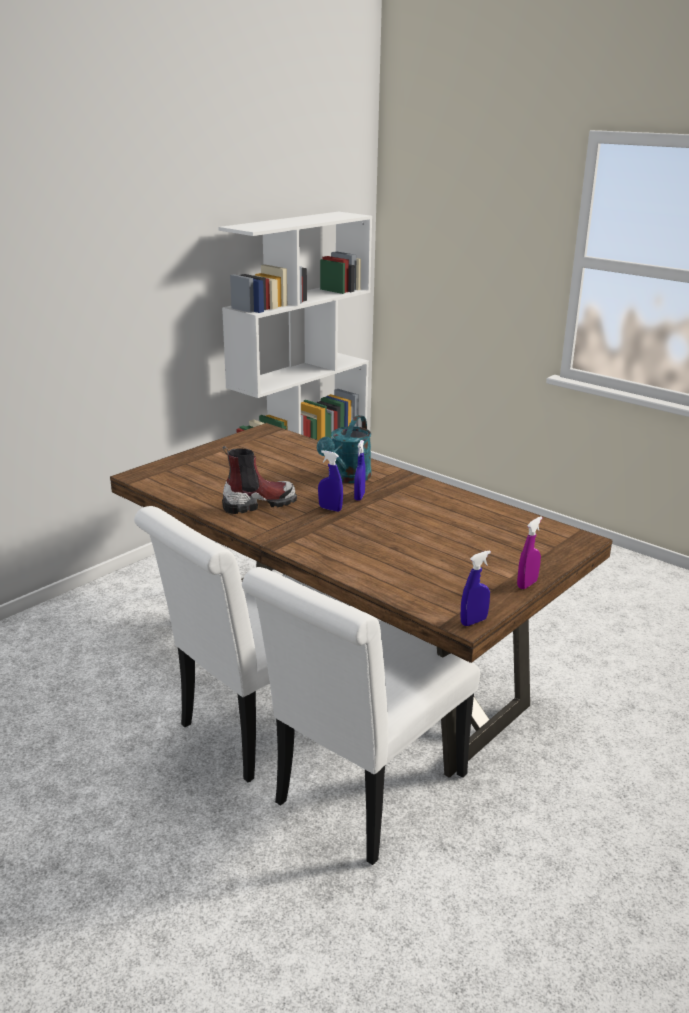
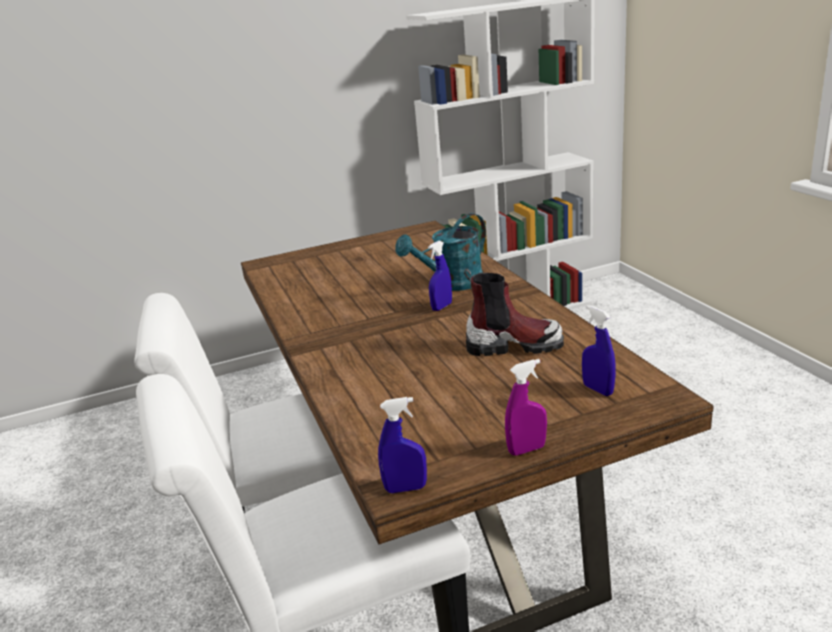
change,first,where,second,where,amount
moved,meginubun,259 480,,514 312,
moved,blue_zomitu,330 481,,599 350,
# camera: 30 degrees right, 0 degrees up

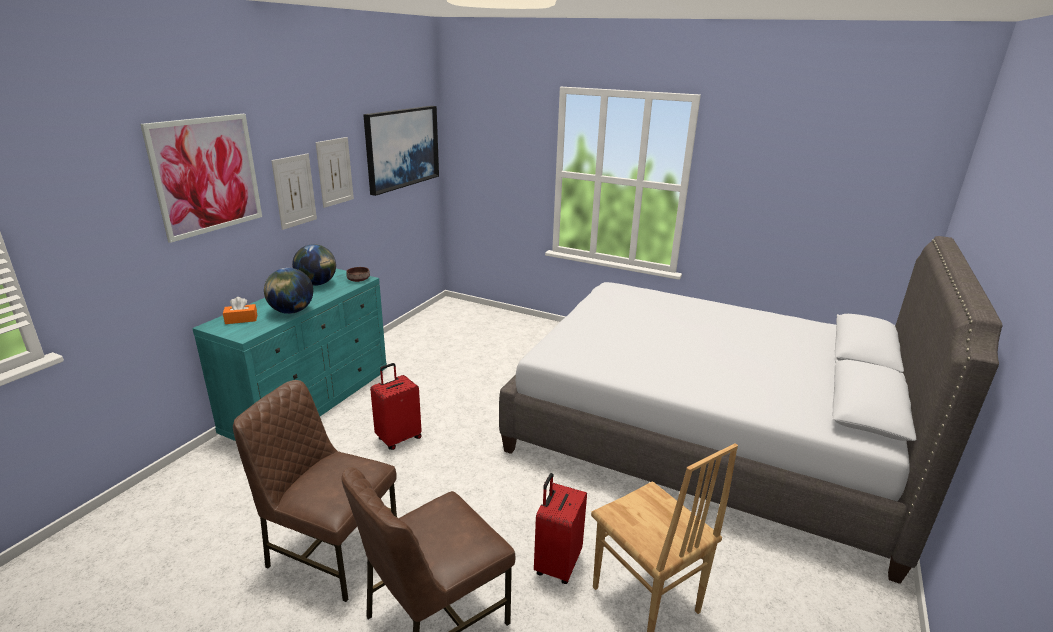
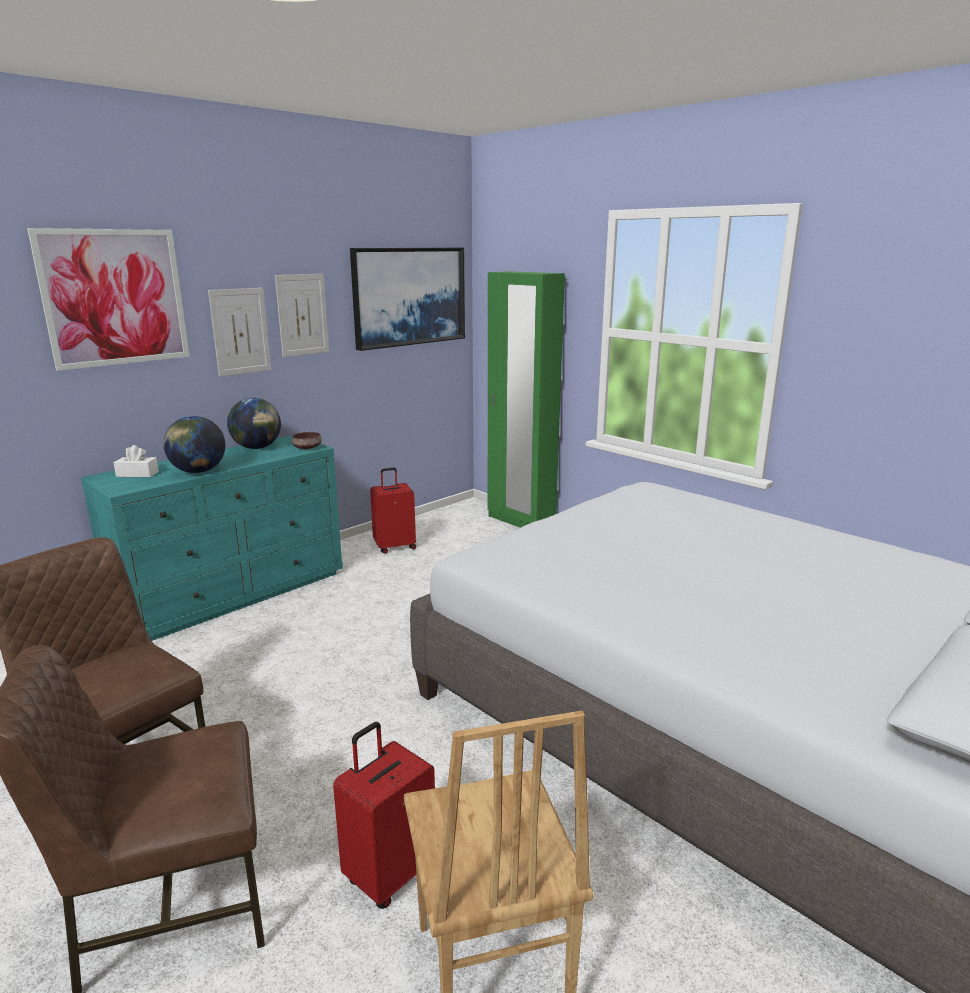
change,first,where,second,where,amount
added,,,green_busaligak,526 399,
moved,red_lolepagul,396 406,,393 510,
recoloured,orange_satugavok,240 310,white_satugavok,136 461,
# camera: 20 degrees right, 5 degrees down

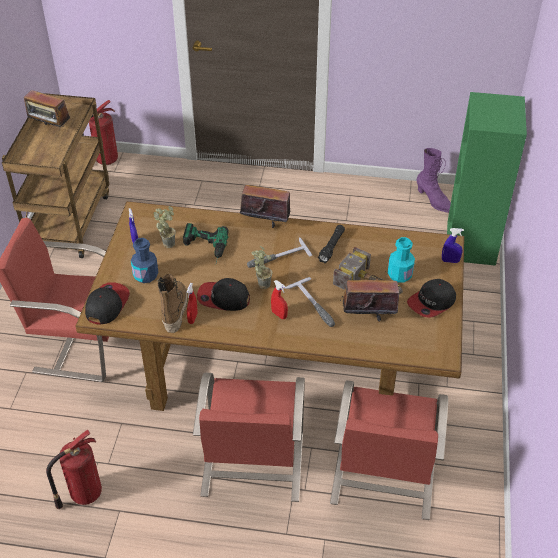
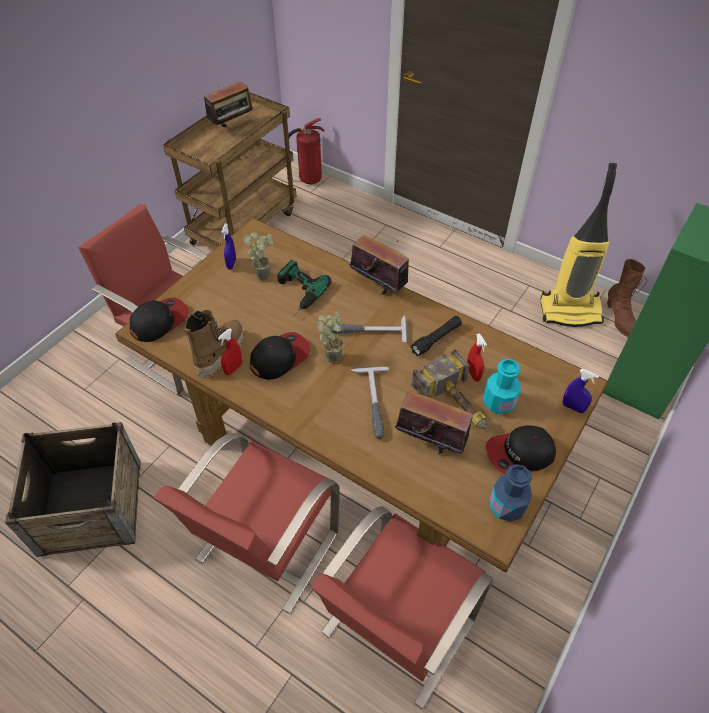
change,first,where,second,where,amount
added,,,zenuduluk,578 245,
moved,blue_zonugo,144 260,,510 493,
moved,red_zomitu,279 299,,477 358,
replaced,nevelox,74 469,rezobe,73 489,
recoloured,purple_meginubun,433 180,brown_meginubun,627 298,
turned,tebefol,47 109,,229 105,90 degrees counterclockwise
turned,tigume,223 294,,280 356,105 degrees clockwise
# camera: 25 degrees right, 5 degrees up

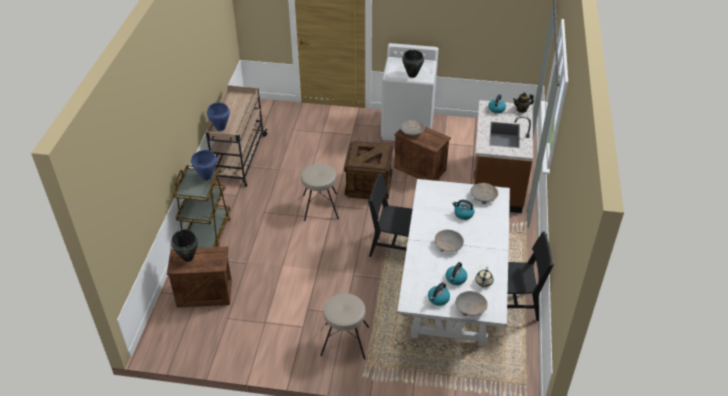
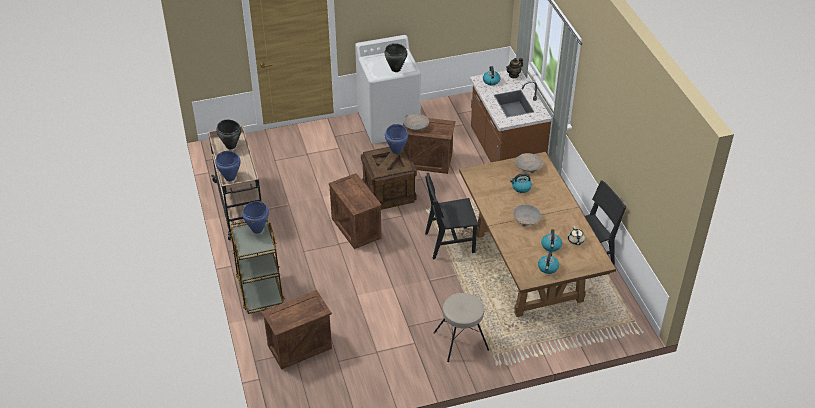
change,first,where,second,where,amount
removed,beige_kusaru,471 303,,,
added,,,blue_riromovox,396 139,
moved,black_riromovox,184 245,,228 134,
replaced,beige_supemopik,320 192,rezobe,355 211,
recoloured,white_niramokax,453 262,brown_niramokax,537 234,
# camera: 25 degrees left, 0 degrees up

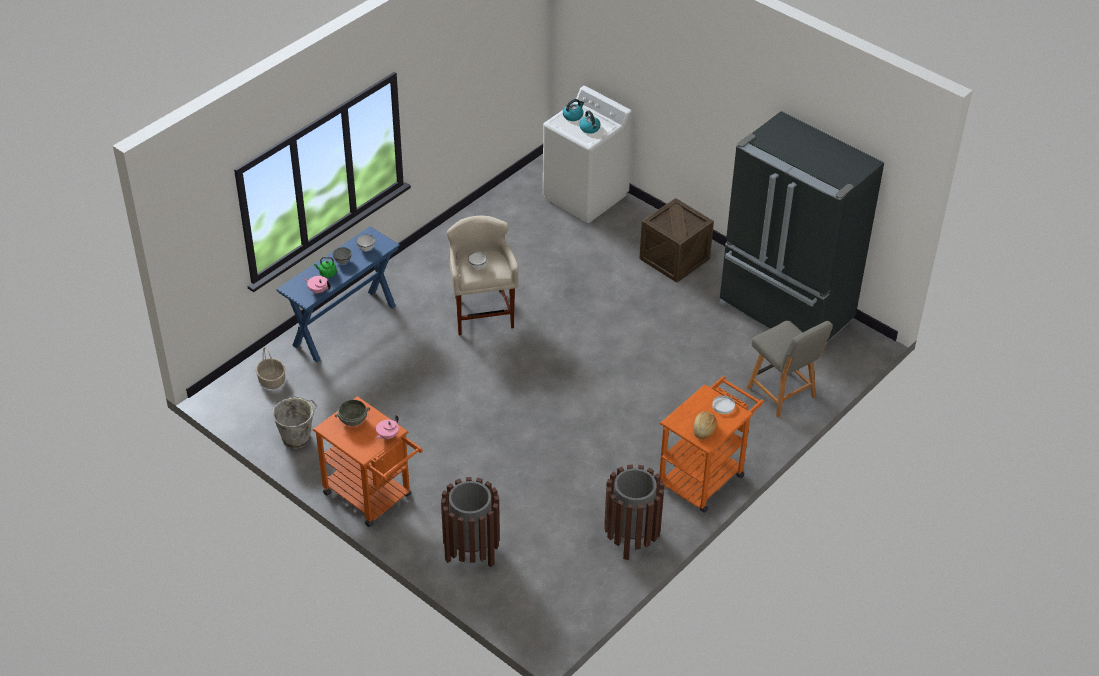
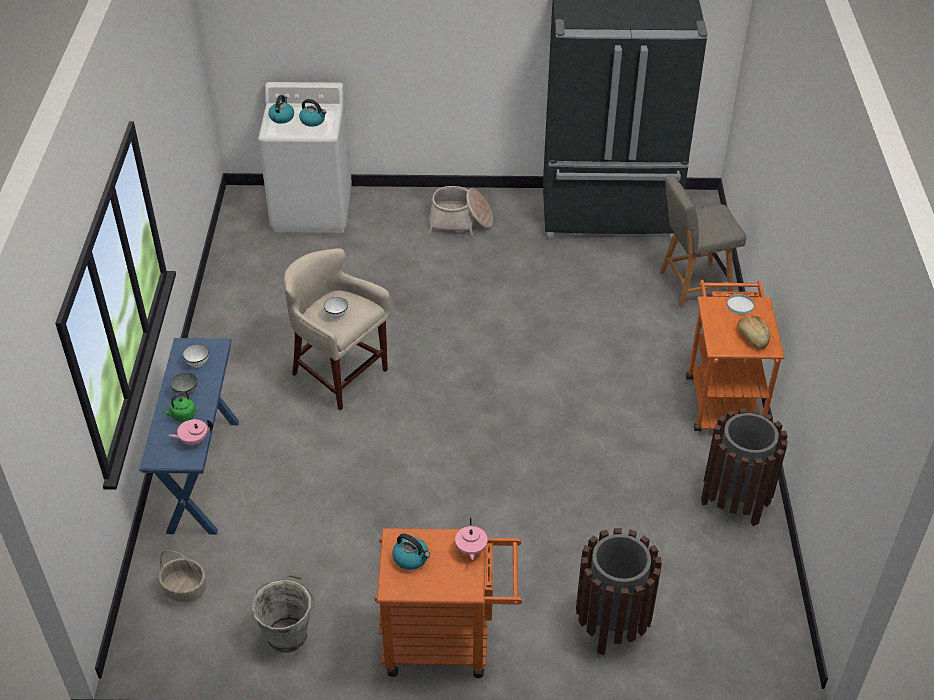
change,first,where,second,where,amount
replaced,grey_kusaru,352 413,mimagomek,411 552,
replaced,rezobe,676 240,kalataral,460 210,
turned,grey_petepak,790 369,,703 241,150 degrees clockwise
# camera: 40 degrees left, 0 degrees up

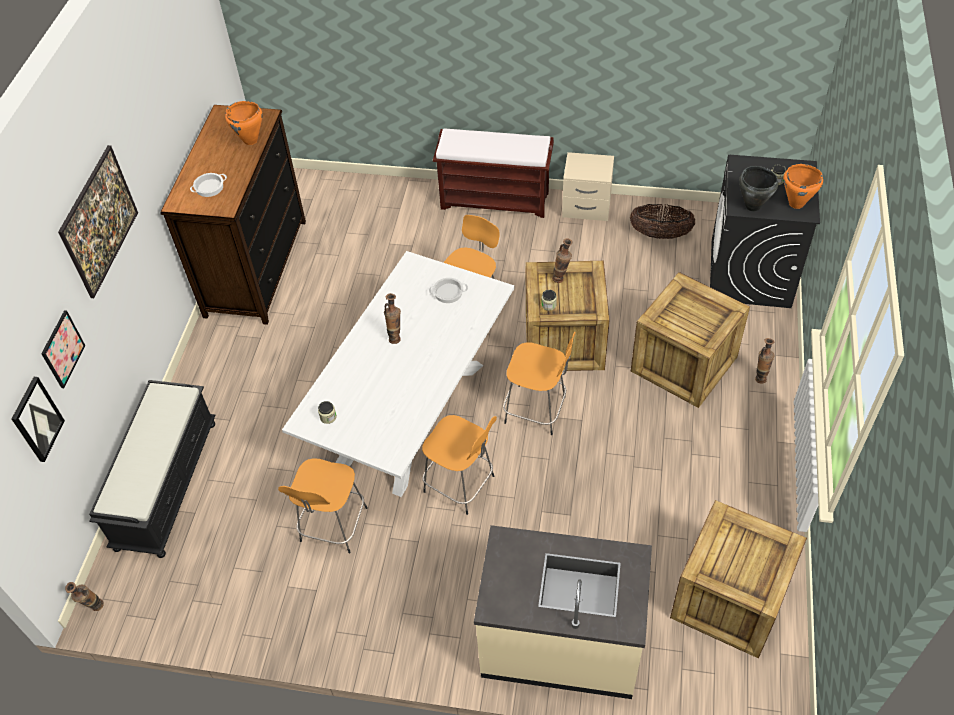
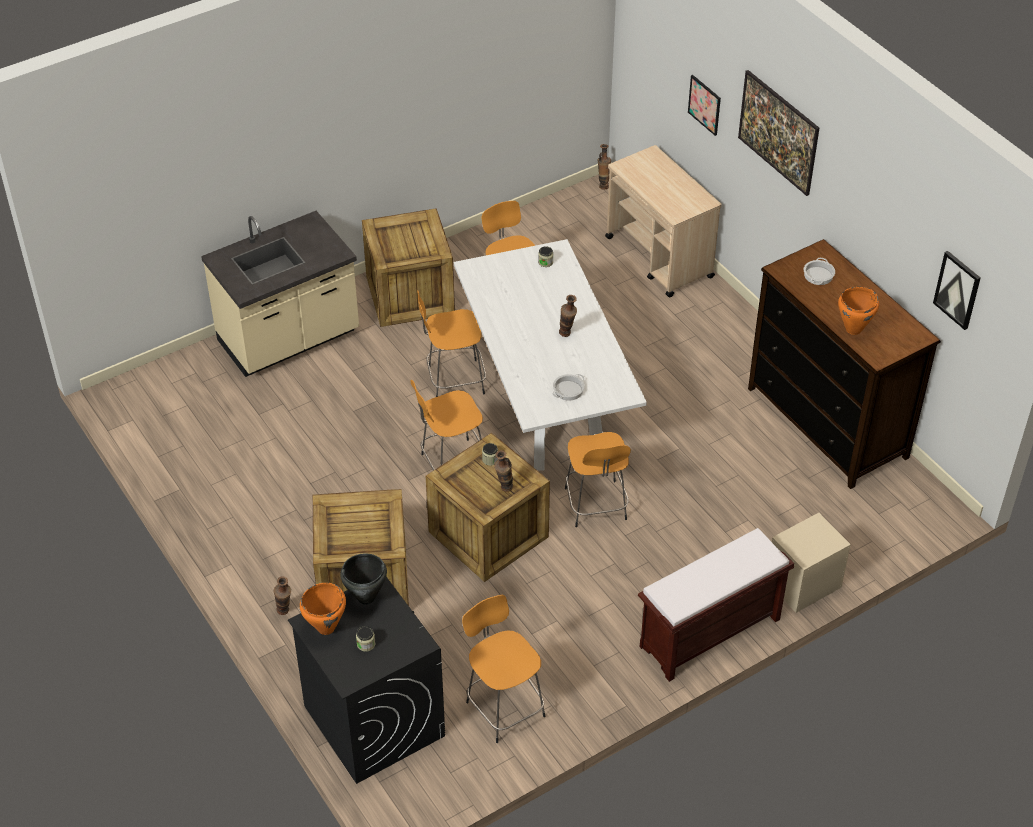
change,first,where,second,where,amount
moved,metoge,38 419,,957 290,
moved,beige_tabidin,588 186,,811 563,
moved,rezobe,738 579,,408 267,
replaced,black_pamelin,152 469,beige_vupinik,663 221,
replaced,kalataral,662 221,orange_supemopik,503 669,
# camera: 135 degrees right, 5 degrees down

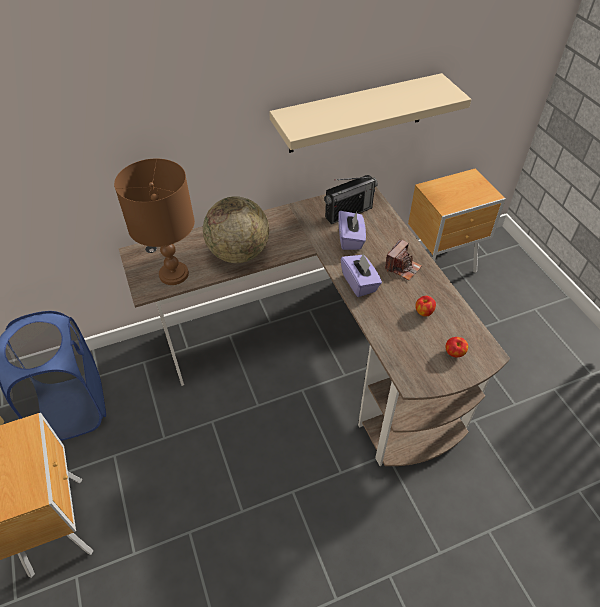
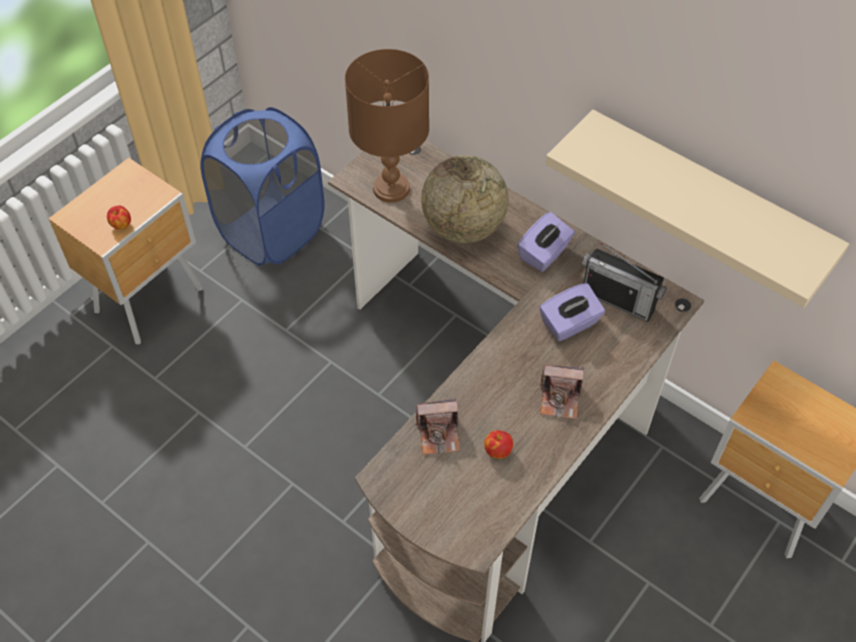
change,first,where,second,where,amount
added,,,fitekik,438 426,
moved,purple_satugavok,361 275,,546 242,
moved,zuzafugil,456 347,,119 217,
# camera: 60 degrees right, 5 degrees up

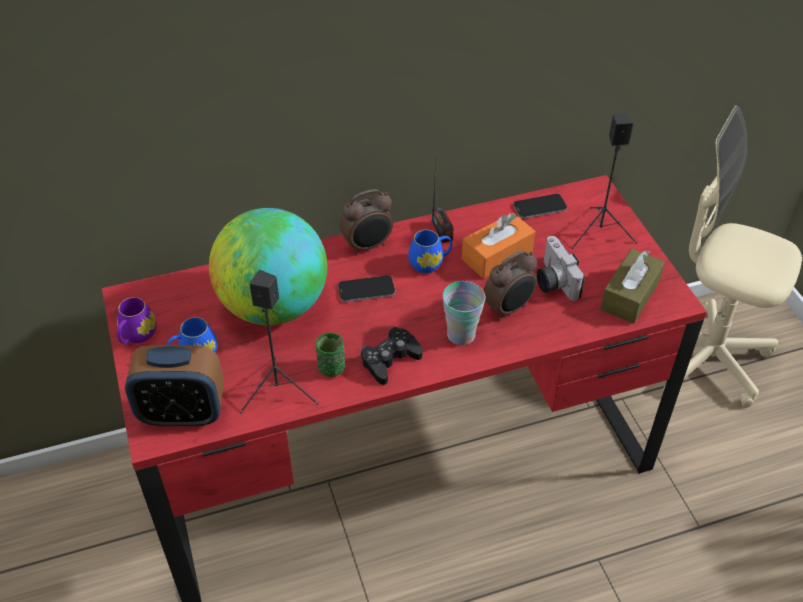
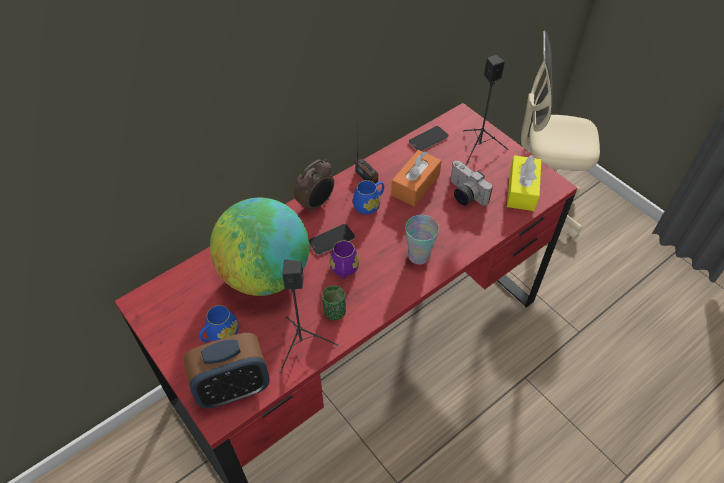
change,first,where,second,where,amount
removed,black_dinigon,392 356,,,
removed,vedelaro,510 285,,,
moved,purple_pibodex,136 320,,344 260,
recoloured,brown_satugavok,632 286,yellow_satugavok,524 183,
# camera: 20 degrees left, 5 degrees up

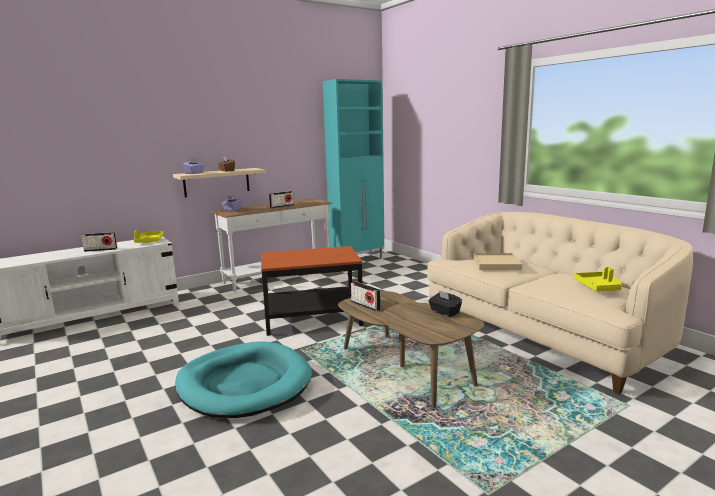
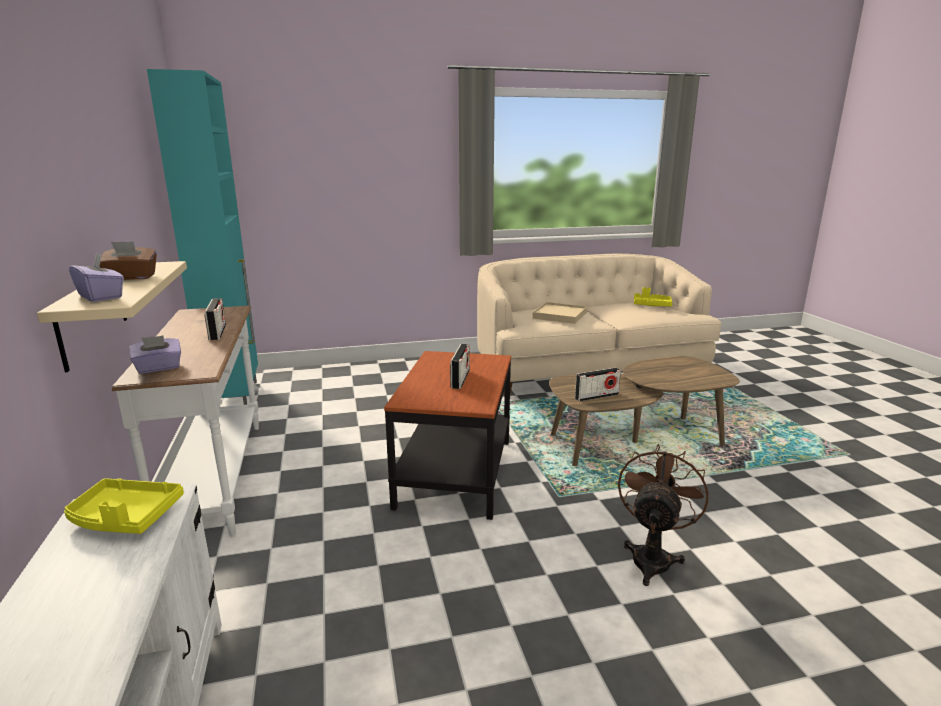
change,first,where,second,where,amount
removed,black_satugavok,445 303,,,
moved,tebefol,99 242,,460 366,
replaced,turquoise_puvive,243 379,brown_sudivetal,663 515,
# camera: 70 degrees left, 5 degrees up

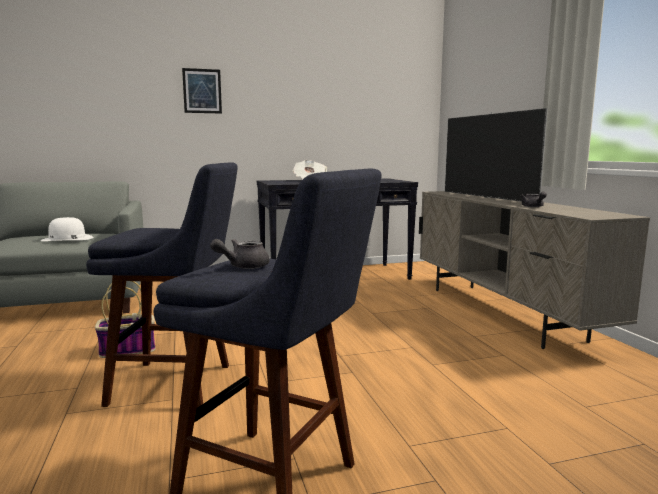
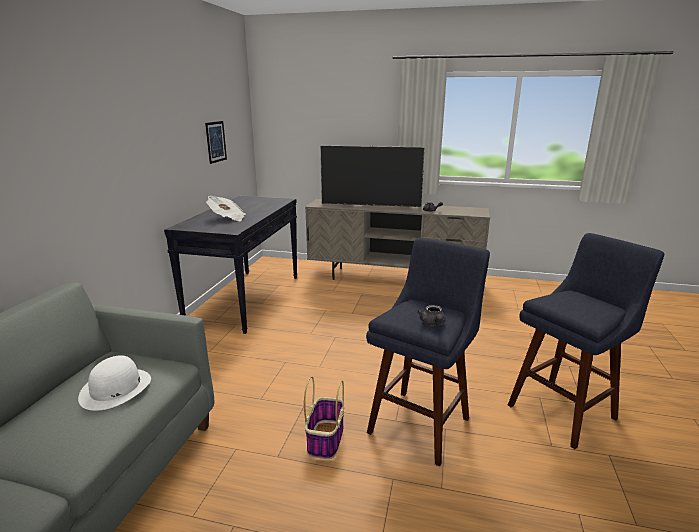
change,first,where,second,where,amount
moved,metoge,202 91,,216 142,
moved,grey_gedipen,240 254,,431 315,
# camera: 60 degrees left, 10 degrees up

